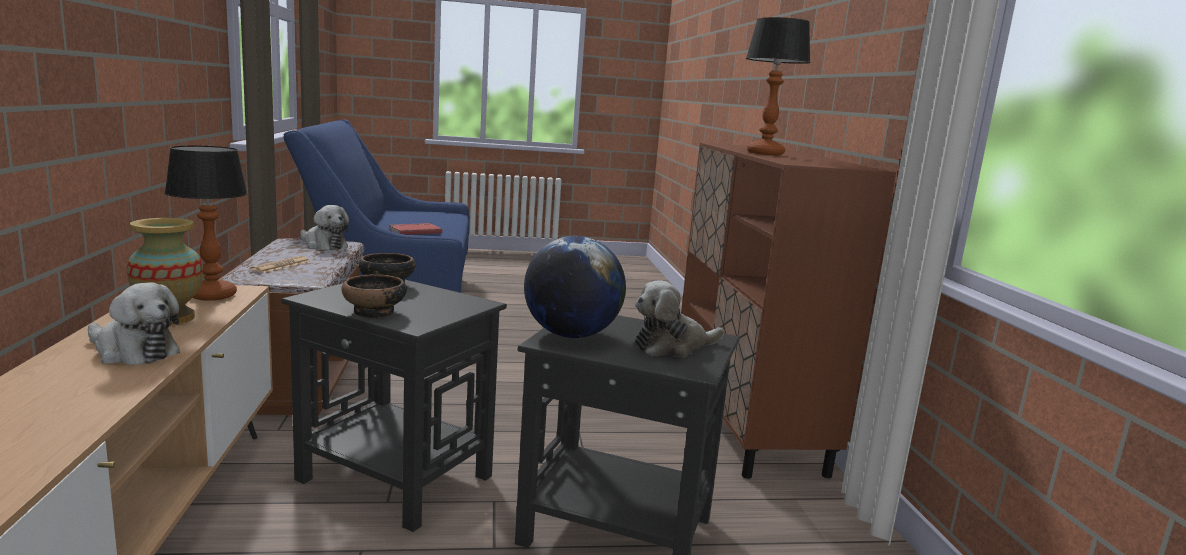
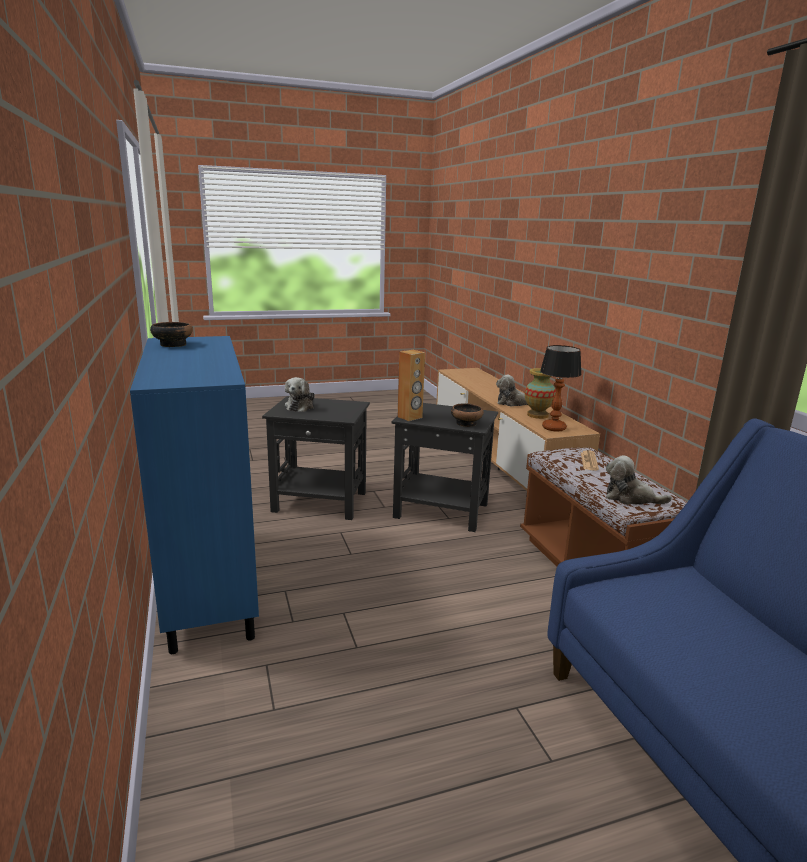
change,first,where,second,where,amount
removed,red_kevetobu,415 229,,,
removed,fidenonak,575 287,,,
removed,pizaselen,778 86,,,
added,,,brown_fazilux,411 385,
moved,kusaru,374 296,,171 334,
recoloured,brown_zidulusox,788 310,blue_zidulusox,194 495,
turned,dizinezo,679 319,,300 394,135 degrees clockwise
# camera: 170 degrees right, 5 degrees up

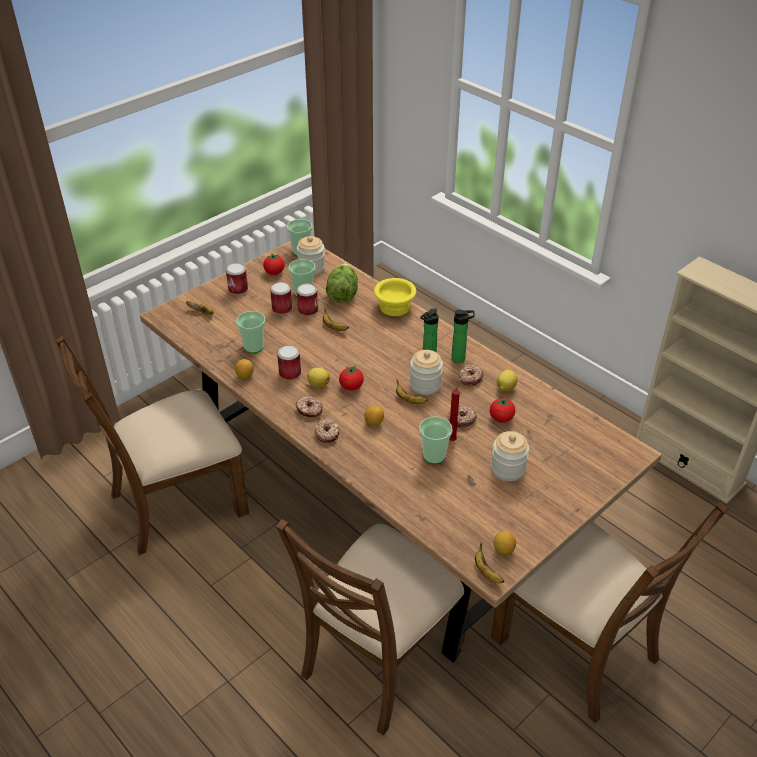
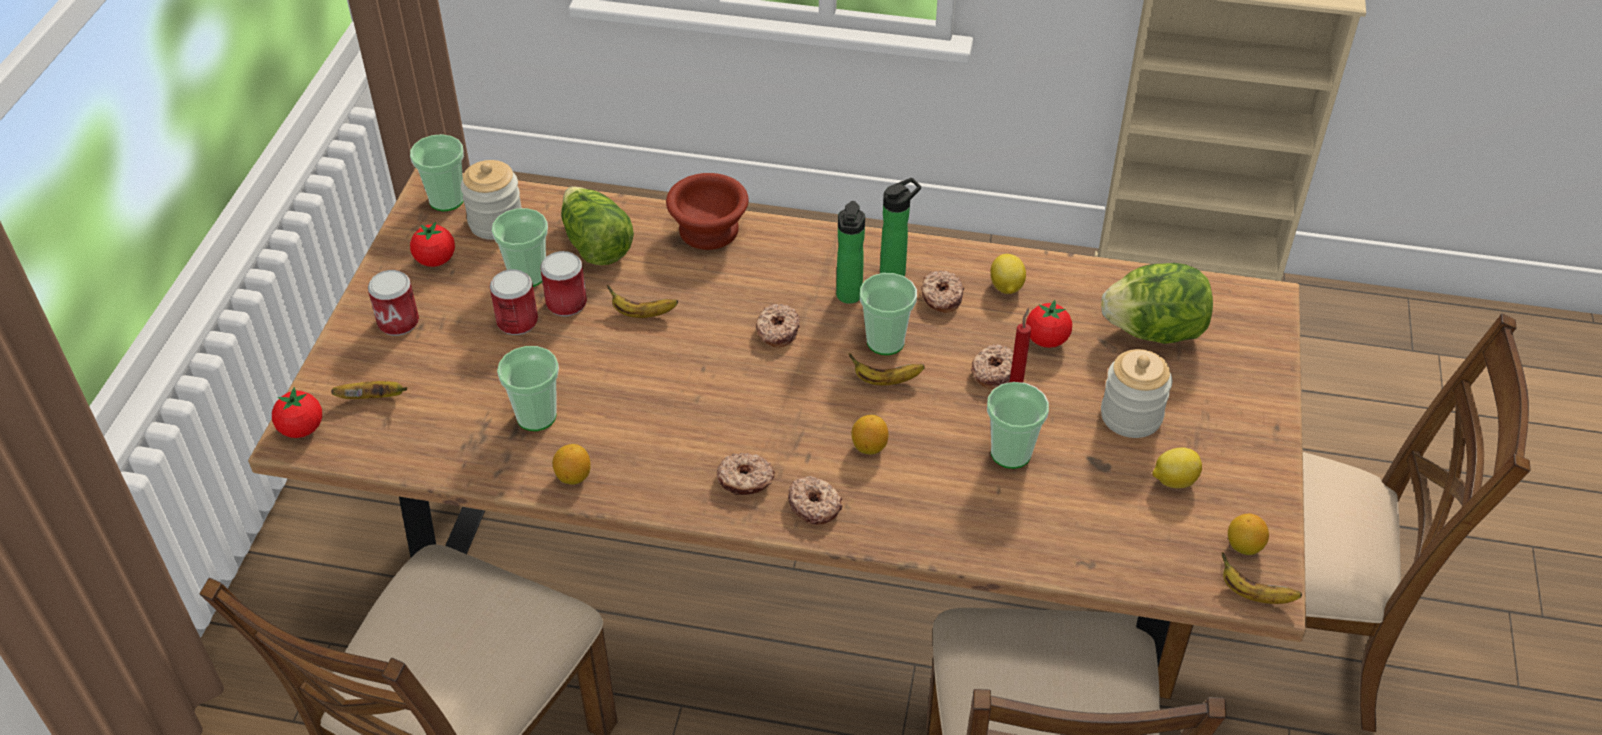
change,first,where,second,where,amount
removed,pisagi,289 362,,,
added,,,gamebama,778 325,
added,,,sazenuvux,1157 303,
moved,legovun,318 378,,1177 468,
moved,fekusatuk,351 378,,297 412,
replaced,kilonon,426 372,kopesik,888 314,
recoloured,yellow_kusaru,395 297,brown_kusaru,707 211,
# camera: 35 degrees left, 5 degrees up

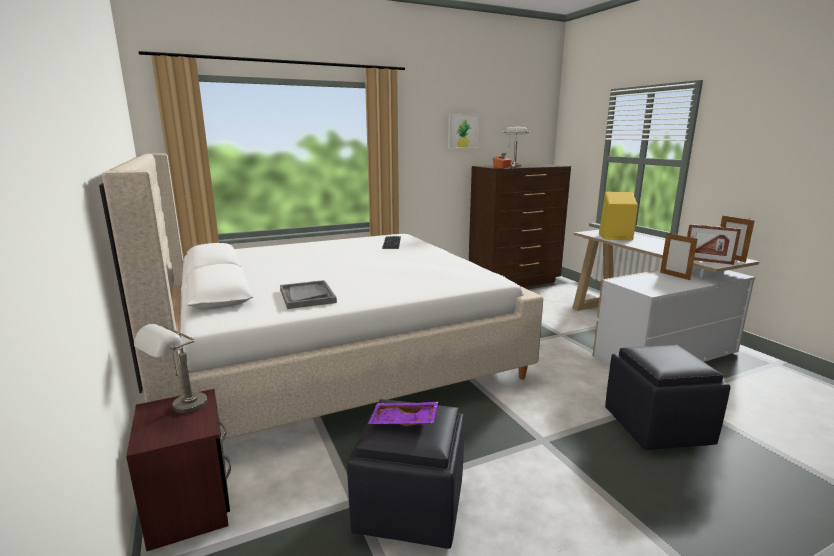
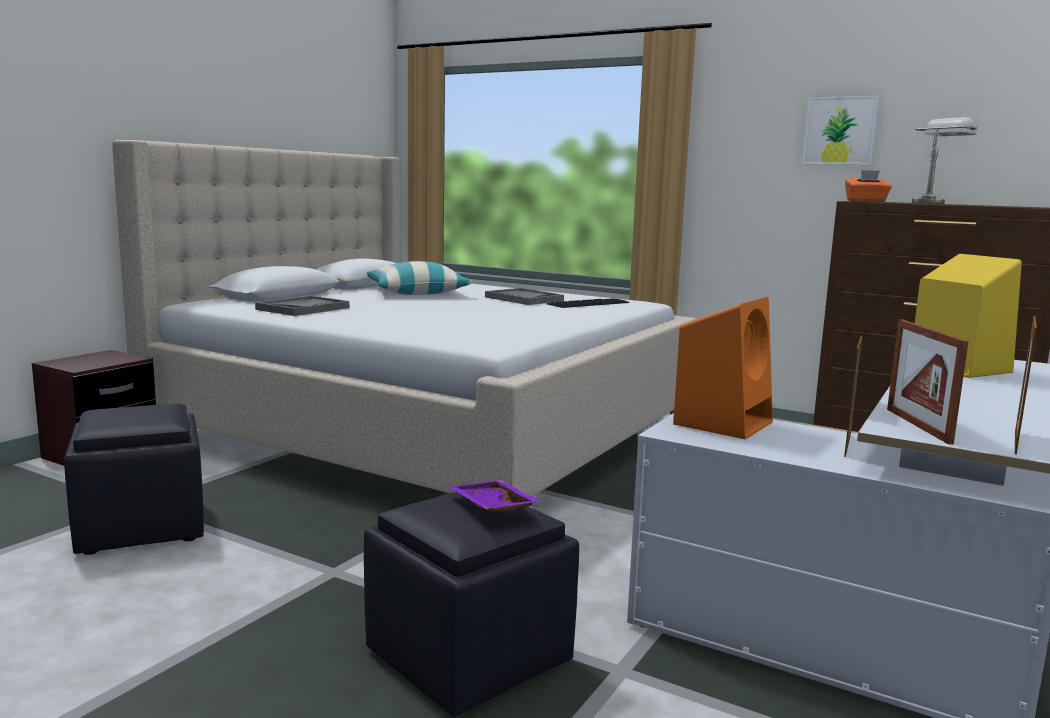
change,first,where,second,where,amount
removed,grey_pizaselen,171 368,,,
added,,,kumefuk,419 278,
added,,,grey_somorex,524 296,
added,,,orange_fazilux,723 368,
moved,purple_somorex,403 413,,495 496,
# camera: 55 degrees right, 5 degrees down

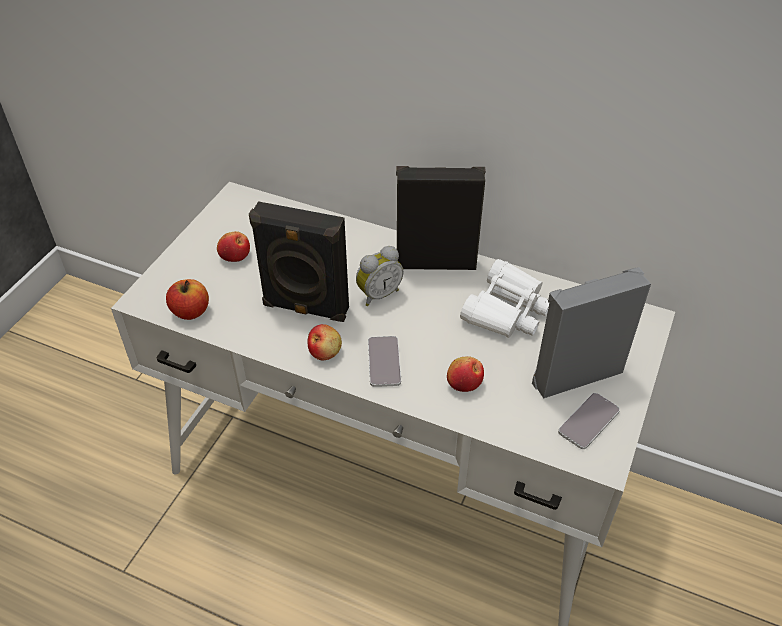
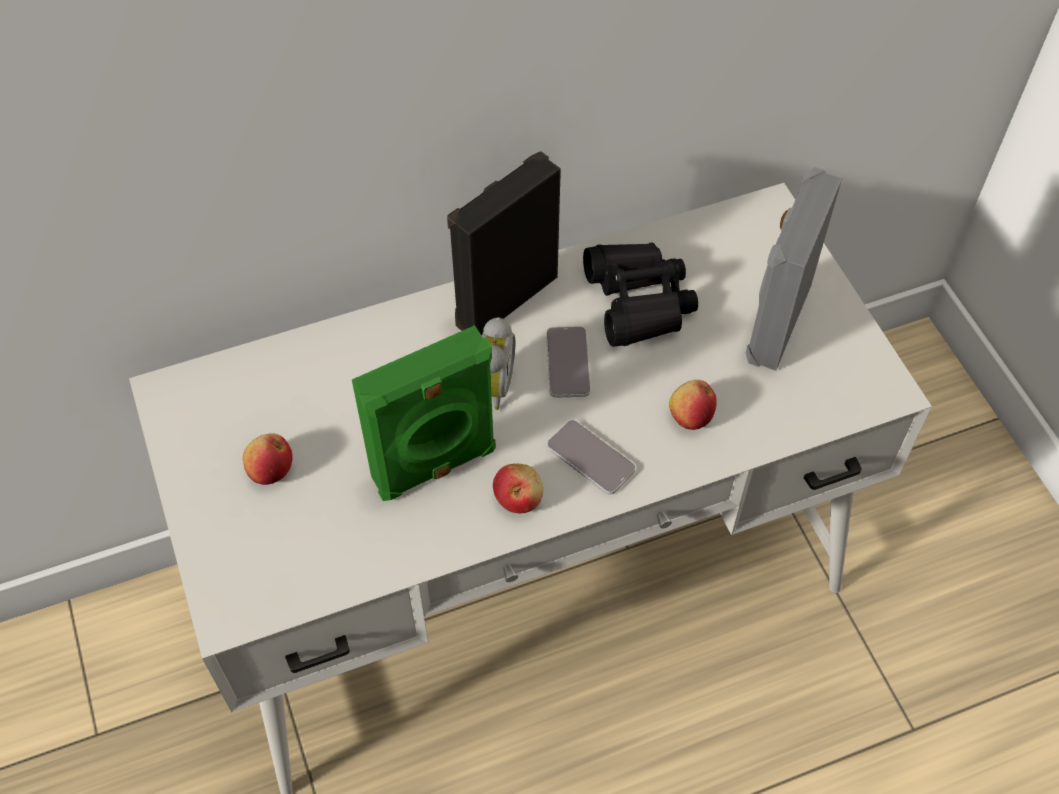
change,first,where,second,where,amount
removed,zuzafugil,187 299,,,
moved,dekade,589 421,,568 362,
recoloured,black_fazilux,299 261,green_fazilux,424 413,
recoloured,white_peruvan,504 298,black_peruvan,640 295,
# camera: 45 degrees left, 10 degrees up

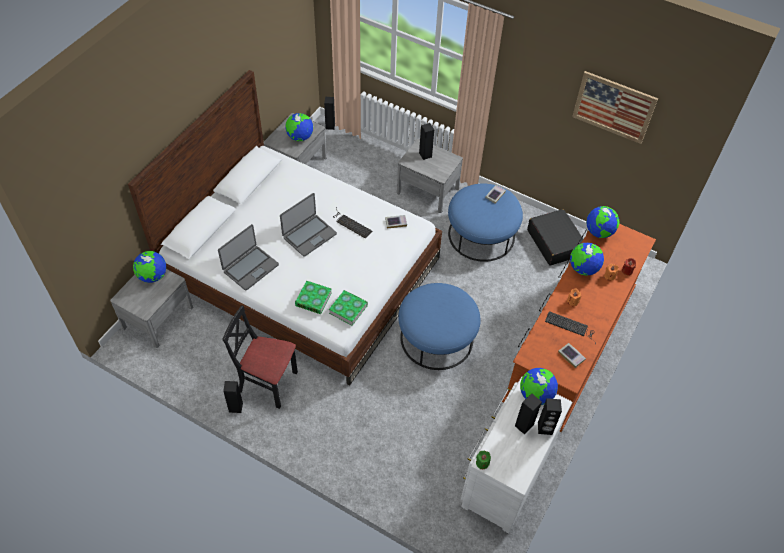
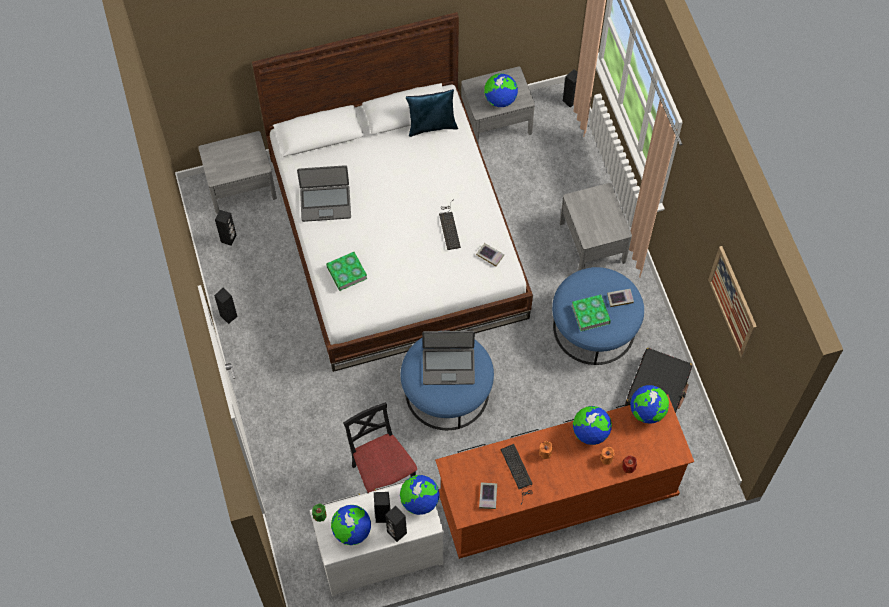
change,first,where,second,where,amount
added,,,blue_kumefuk,432 113,
moved,fidenonak,149 267,,351 525,
moved,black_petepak,260 357,,380 447,
moved,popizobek,308 225,,448 358,
moved,kevetobu,348 308,,591 313,
moved,black_fazilux,426 141,,226 228,
# camera: 45 degrees right, 10 degrees up

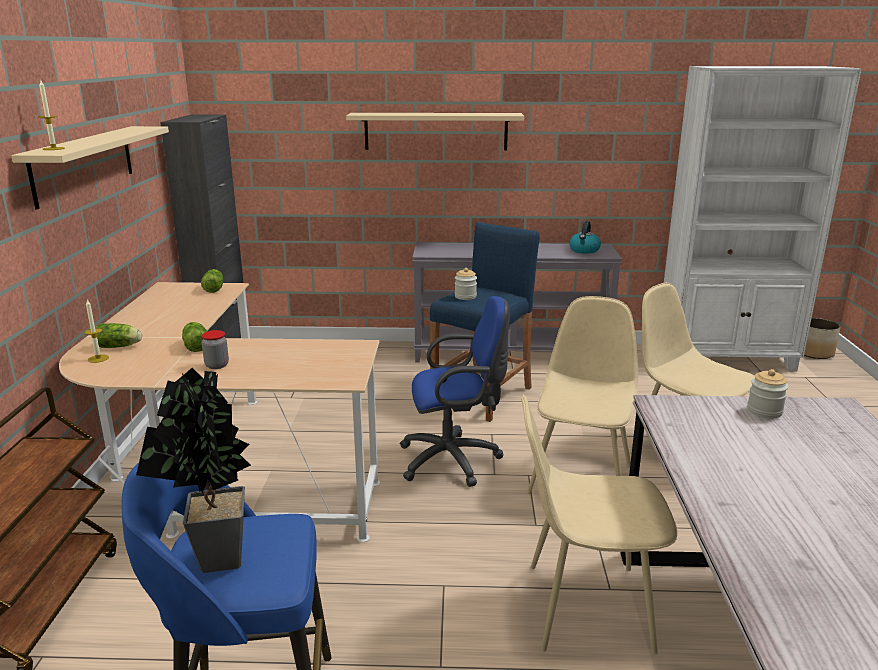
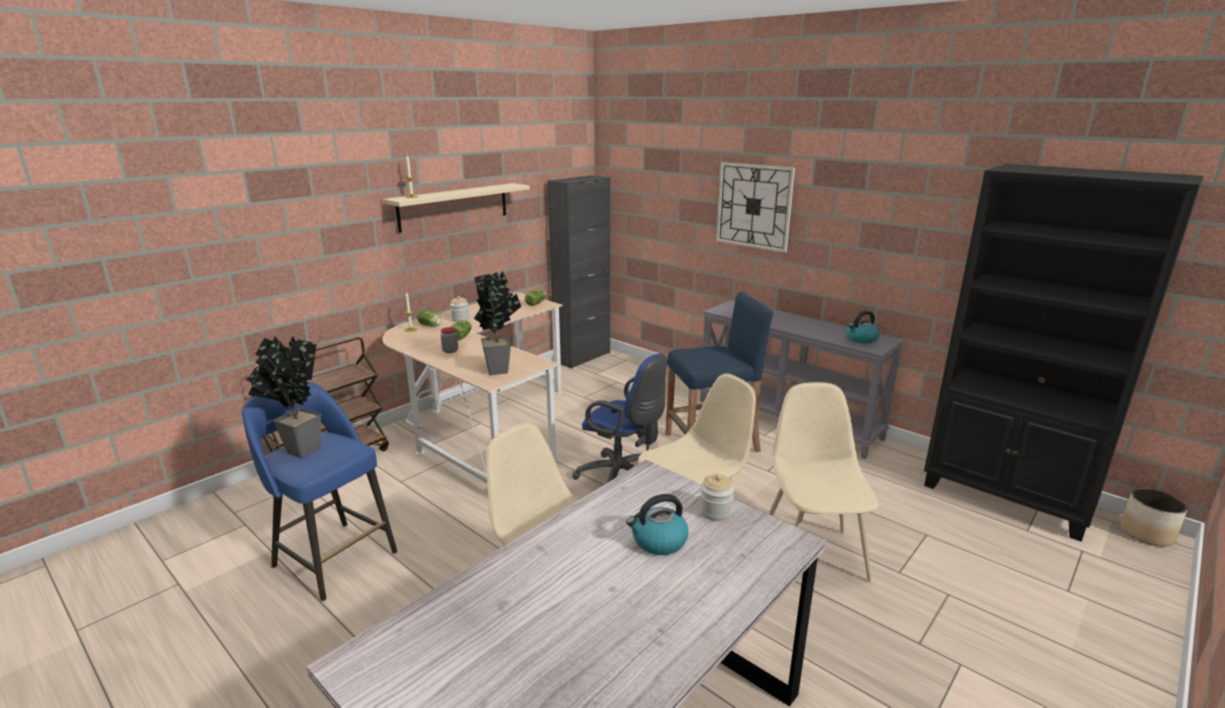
change,first,where,second,where,amount
added,,,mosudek,497 323,
added,,,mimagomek,657 524,
moved,kilonon,466 284,,459 309,
replaced,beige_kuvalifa,435 131,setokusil,755 207,
recoloured,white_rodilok,763 219,black_rodilok,1064 353,
# camera: 40 degrees right, 0 degrees up

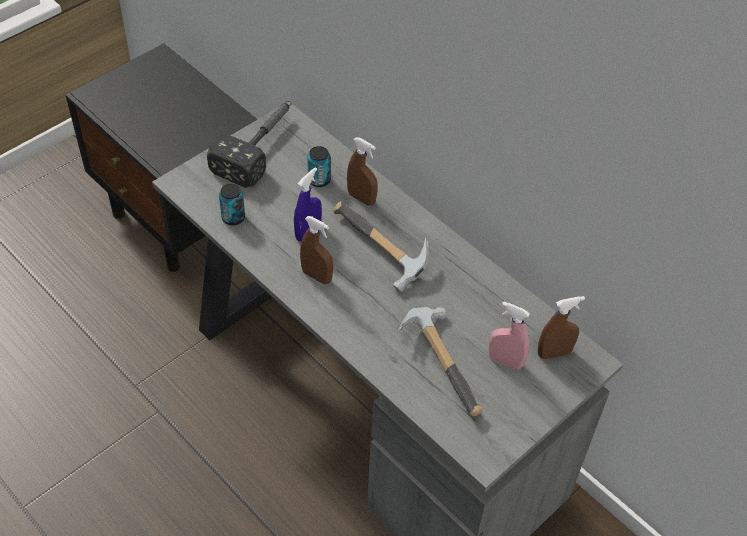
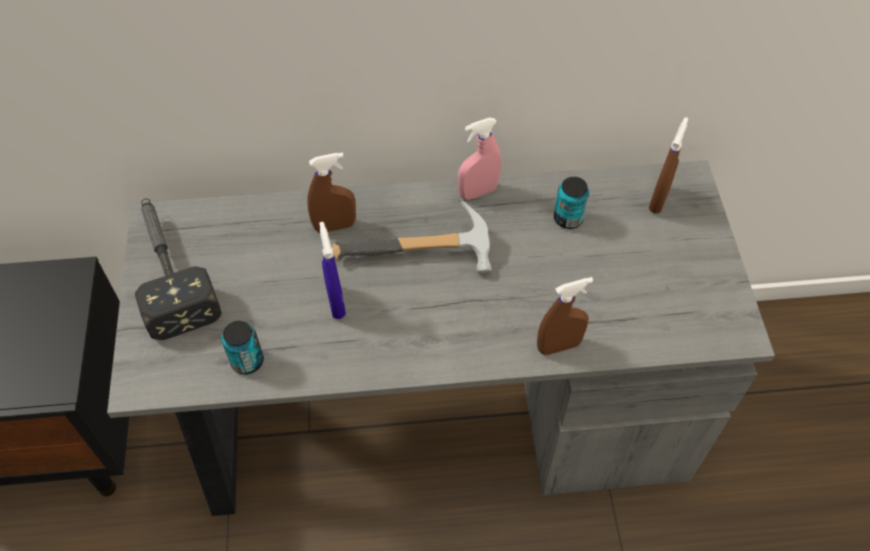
change,first,where,second,where,amount
removed,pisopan,440 361,,,
moved,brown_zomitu,316 250,,565 316,
moved,pisagi,319 166,,571 203,
moved,pink_zomitu,509 335,,479 159,
# camera: 50 degrees left, 5 degrees up

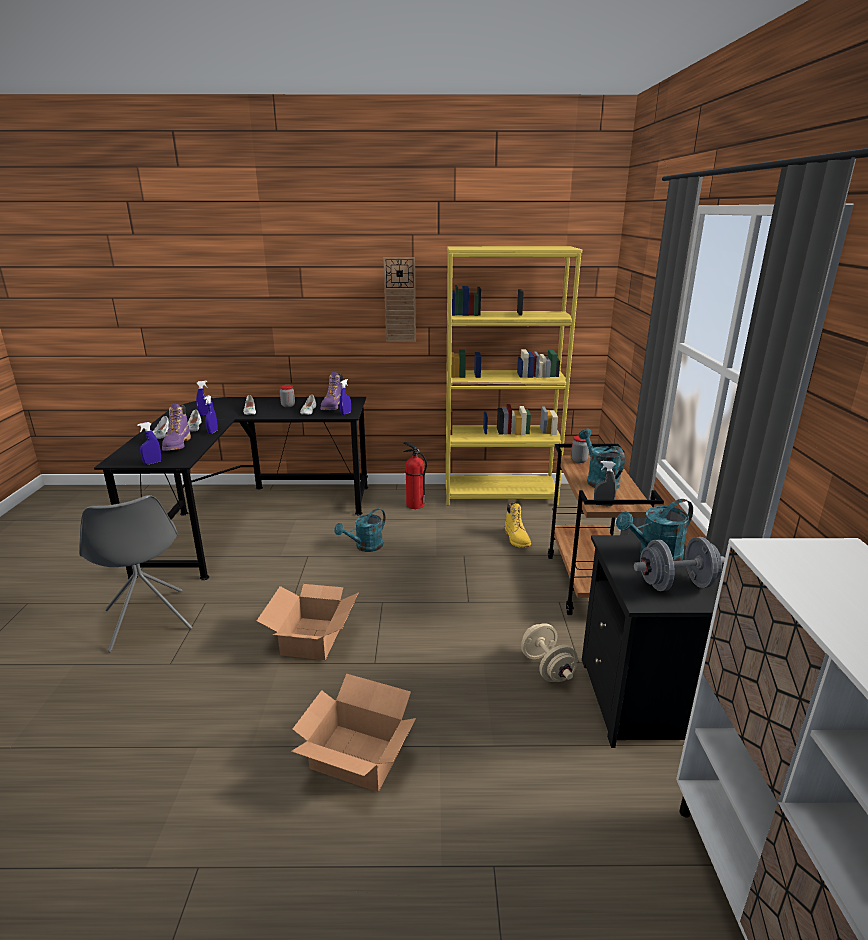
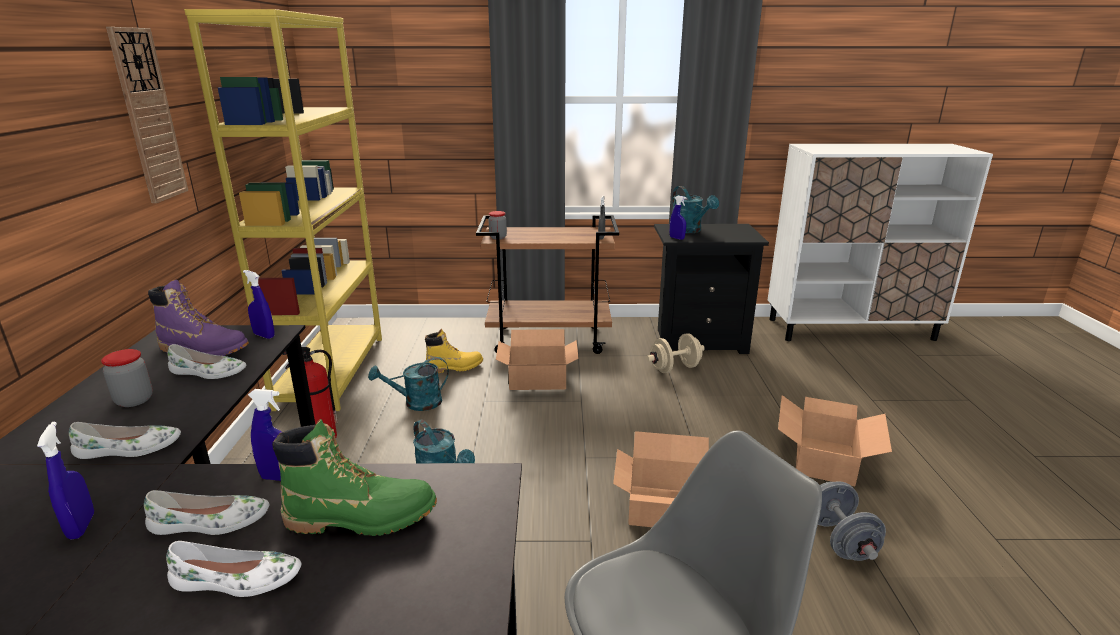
change,first,where,second,where,amount
added,,,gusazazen,537 359,
moved,blue_zomitu,149 443,,678 218,
moved,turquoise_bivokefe,602 459,,408 384,
moved,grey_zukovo,679 564,,852 521,
recoloured,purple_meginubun,176 427,green_meginubun,354 477,
# camera: 90 degrees left, 0 degrees up

